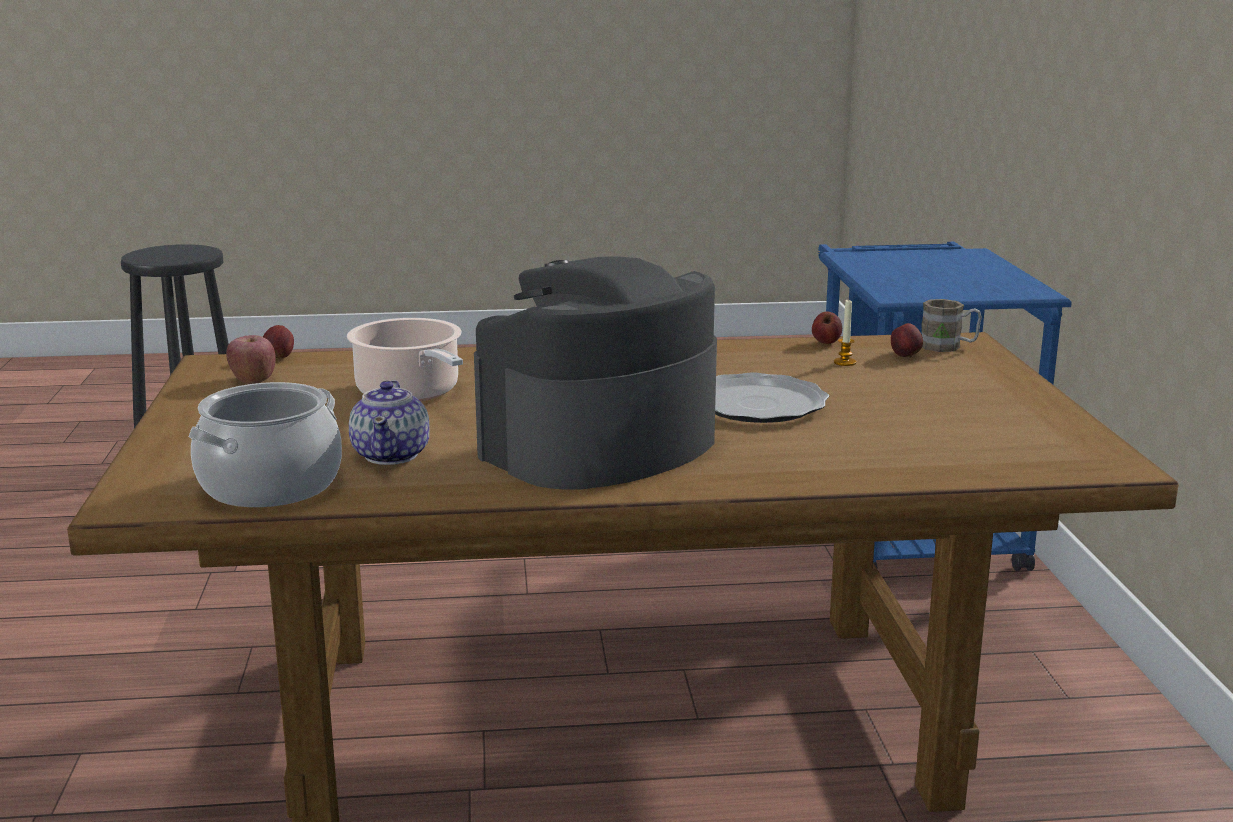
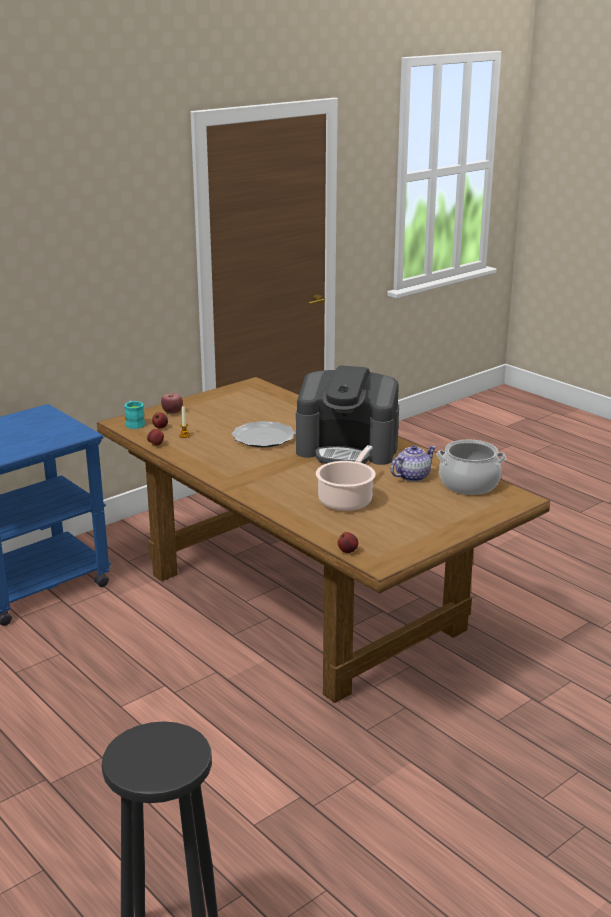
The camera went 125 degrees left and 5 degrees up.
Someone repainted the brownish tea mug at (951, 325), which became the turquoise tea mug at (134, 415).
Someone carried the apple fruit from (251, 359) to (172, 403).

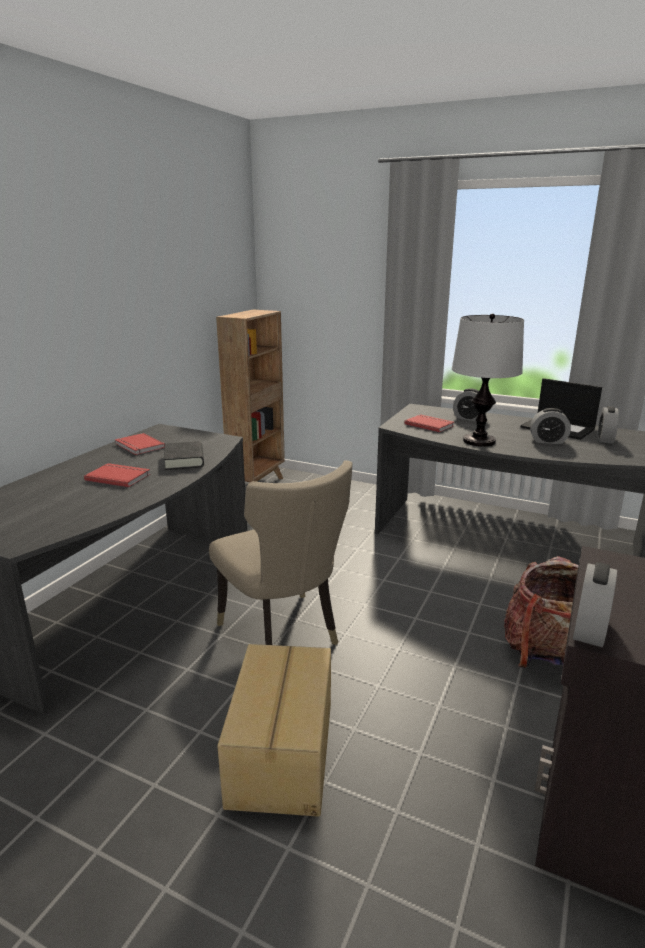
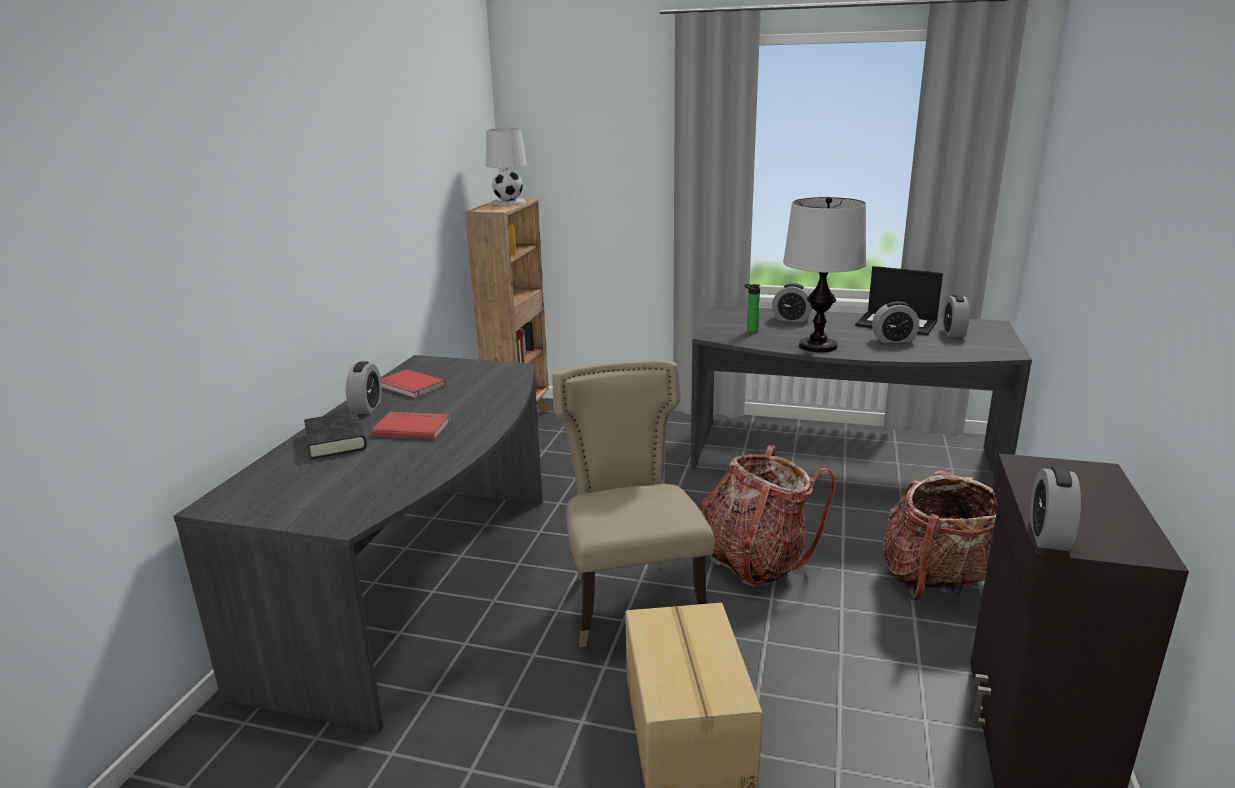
The camera went 10 degrees left and 0 degrees up.
Someone swapped the reddish book at (429, 423) for the beverage bottle at (752, 308).
Someone carried the black book from (184, 455) to (335, 435).
Someone rotated the beige-coloured plain chair at (281, 552) by 150 degrees counterclockwise.
Someone put down the white tabletop lamp at (506, 166).
Someone put down the alarm clock at (364, 387).
Someone put down the knapsack at (768, 516).

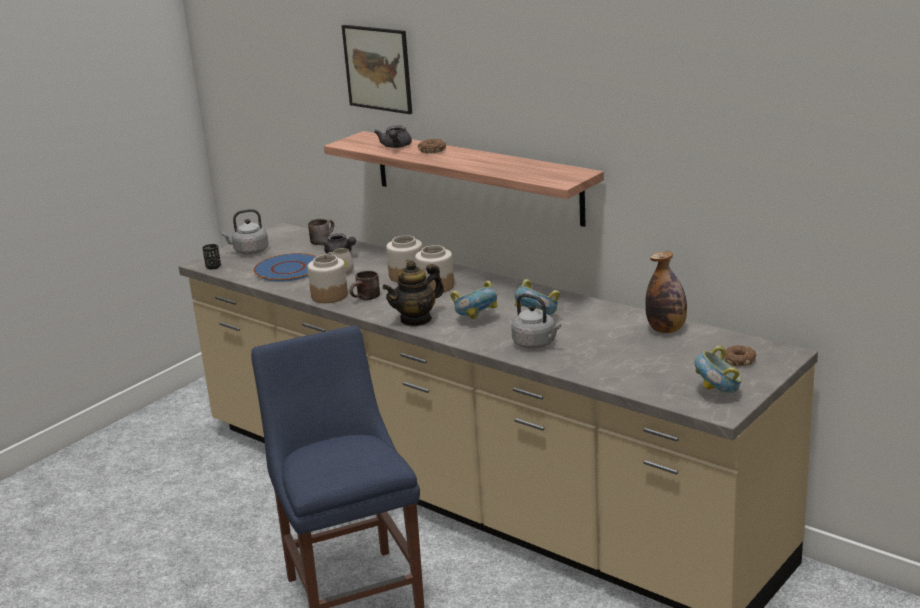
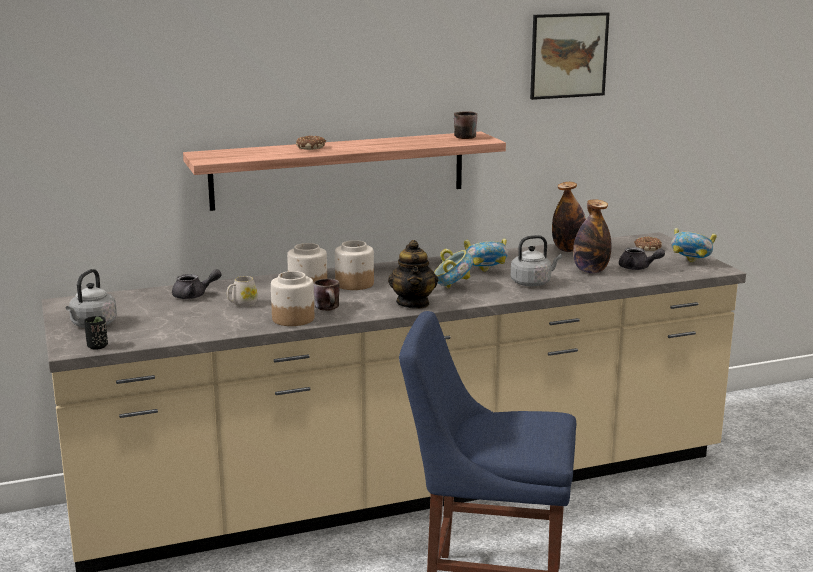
The camera went 60 degrees left and 5 degrees down.
Someone carried the wall art from (377, 69) to (569, 56).
Someone carried the grey tea pot from (393, 136) to (642, 258).
Someone carried the brownish tea mug from (321, 232) to (465, 125).
Someone took away the bluish flat dish at (285, 267).
Someone put down the beverage bottle at (592, 236).

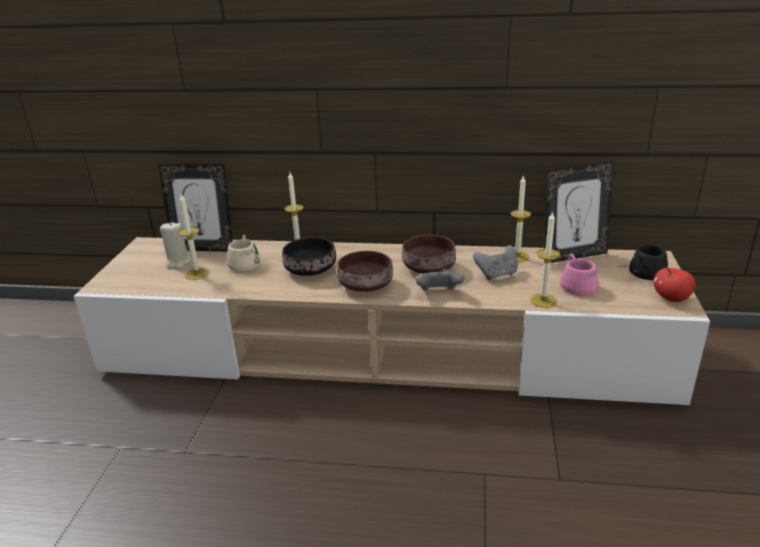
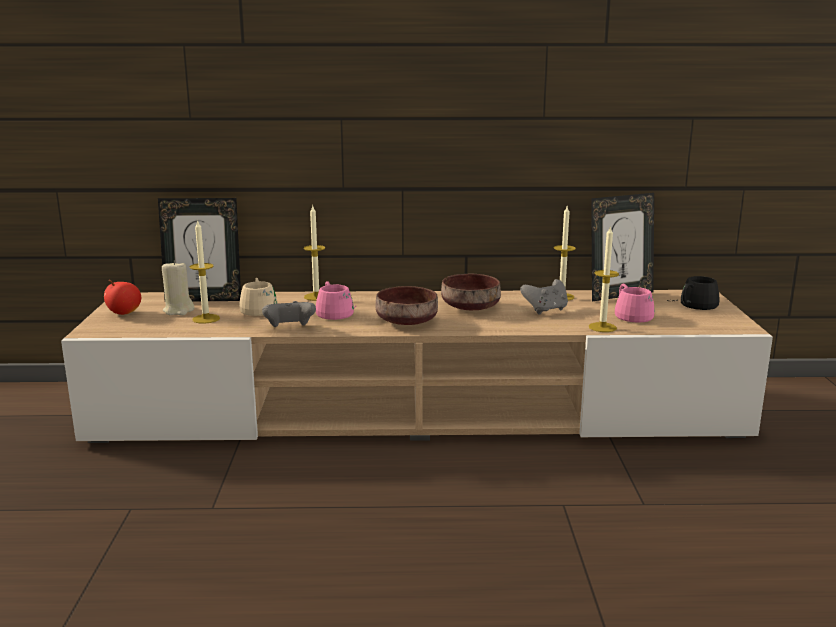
The camera went 10 degrees left and 10 degrees down.
Someone swapped the black serving bowl at (309, 256) for the pinkish tea mug at (336, 300).
Someone carried the apple fruit from (674, 285) to (122, 297).
Someone carried the grey game controller from (440, 280) to (289, 314).

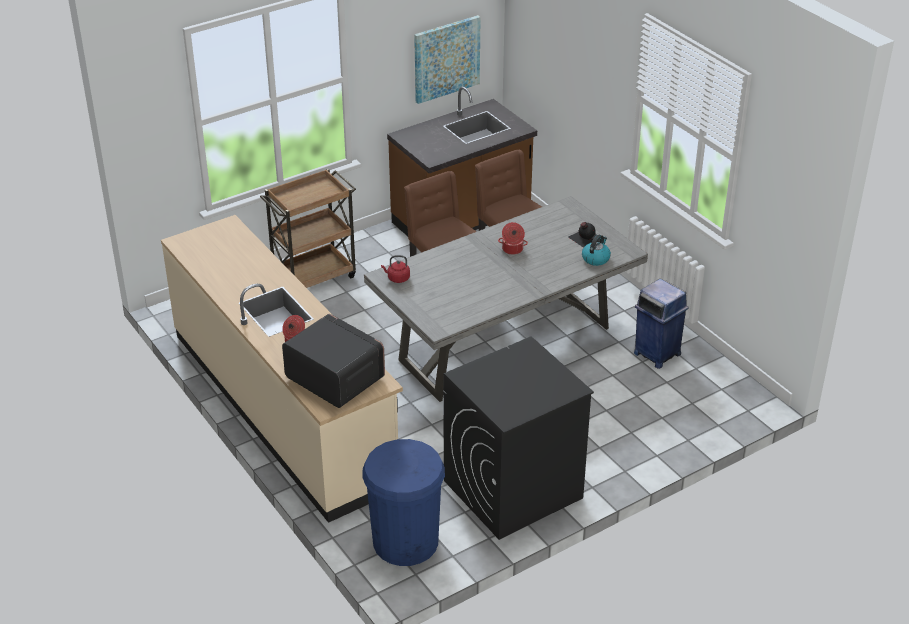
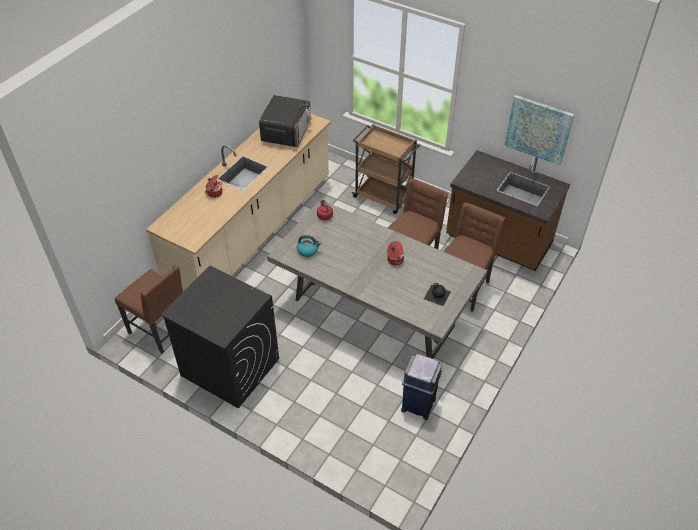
The camera went 65 degrees right and 10 degrees up.
Someone carried the kettle from (596, 250) to (309, 246).
Someone carried the microwave from (333, 361) to (285, 121).
Someone swapped the bluish waste bin at (403, 502) for the brownish plain chair at (149, 309).

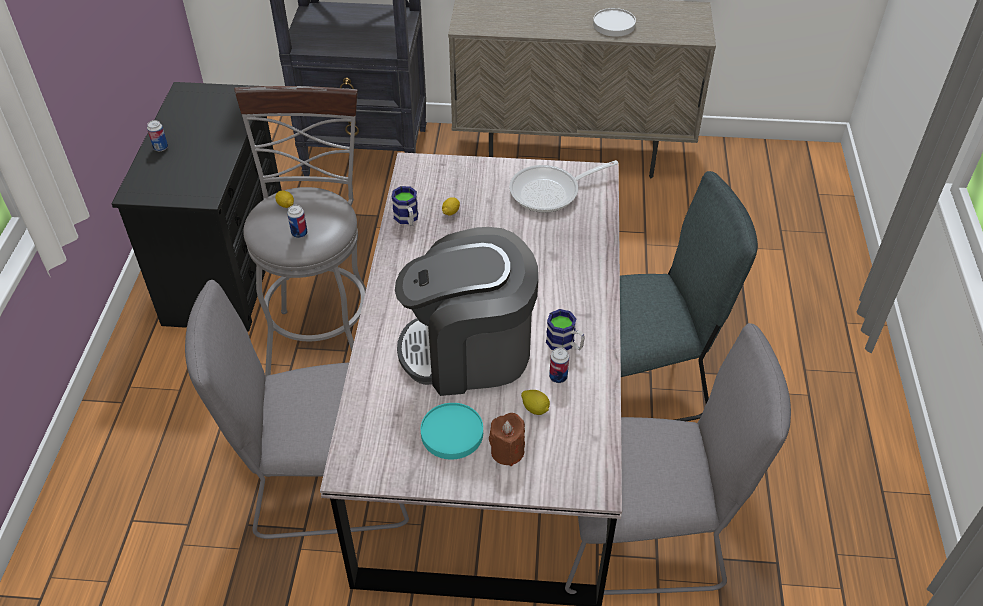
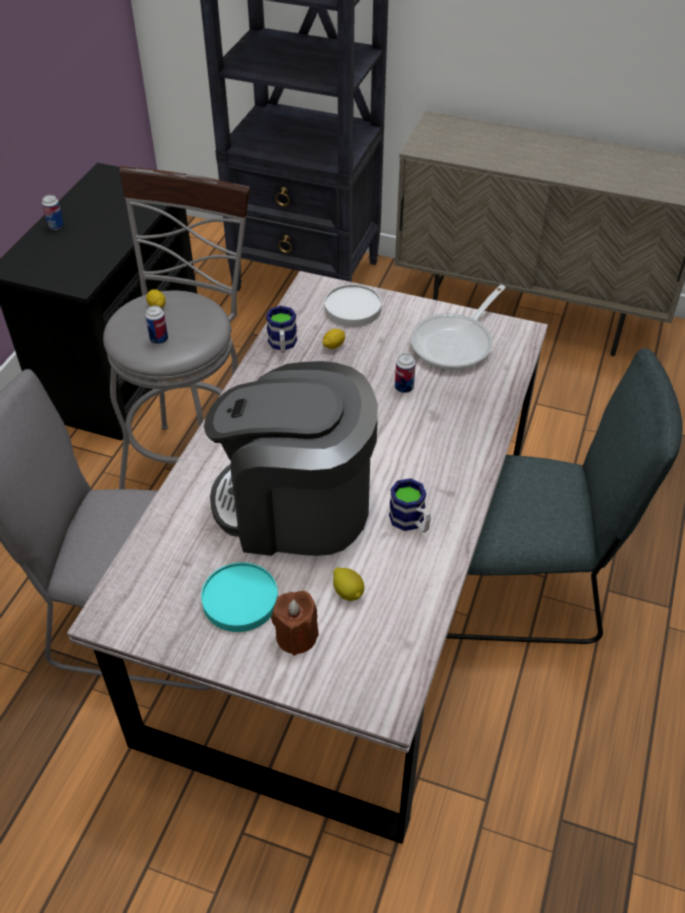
The camera went 15 degrees right and 0 degrees up.
Someone carried the white flat dish from (614, 22) to (353, 305).
Someone rotated the frying pan at (564, 186) by 45 degrees counterclockwise.
Someone took away the grey plain chair at (678, 459).
Someone carried the can from (559, 365) to (405, 373).

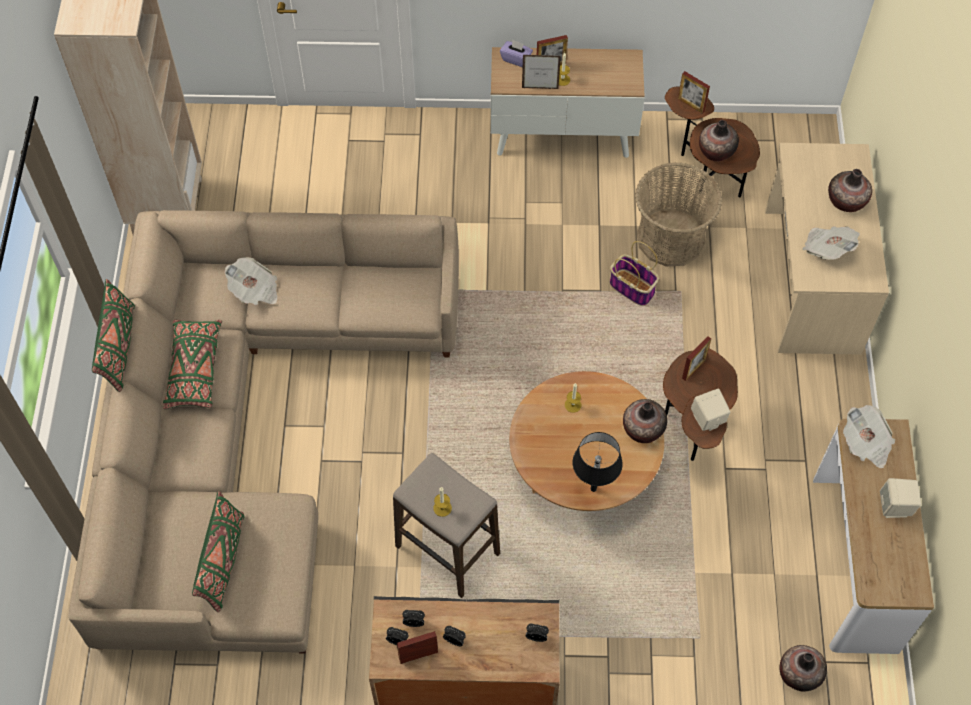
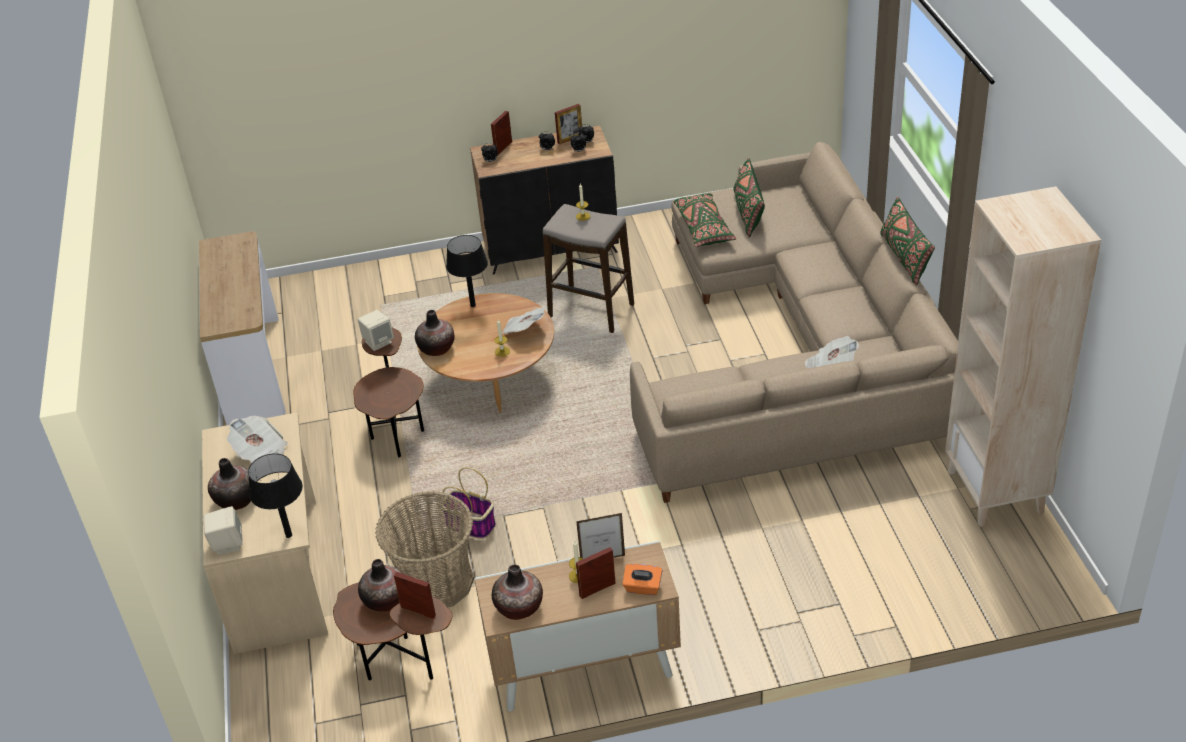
The camera went 170 degrees right and 20 degrees down.
Someone repainted the purplish tissue holder at (516, 53), which became the orangey tissue holder at (642, 579).
Someone carried the greenish throw pillow from (192, 364) to (705, 220).
Someone carried the standing frame from (696, 358) to (501, 133).
Someone carried the printed paper from (869, 436) to (524, 320).
Someone carried the beige-coloured audio speaker from (900, 498) to (223, 530).
Someone carried the decorative vase from (803, 668) to (517, 592).
Someone put down the black tabletop lamp at (275, 495).

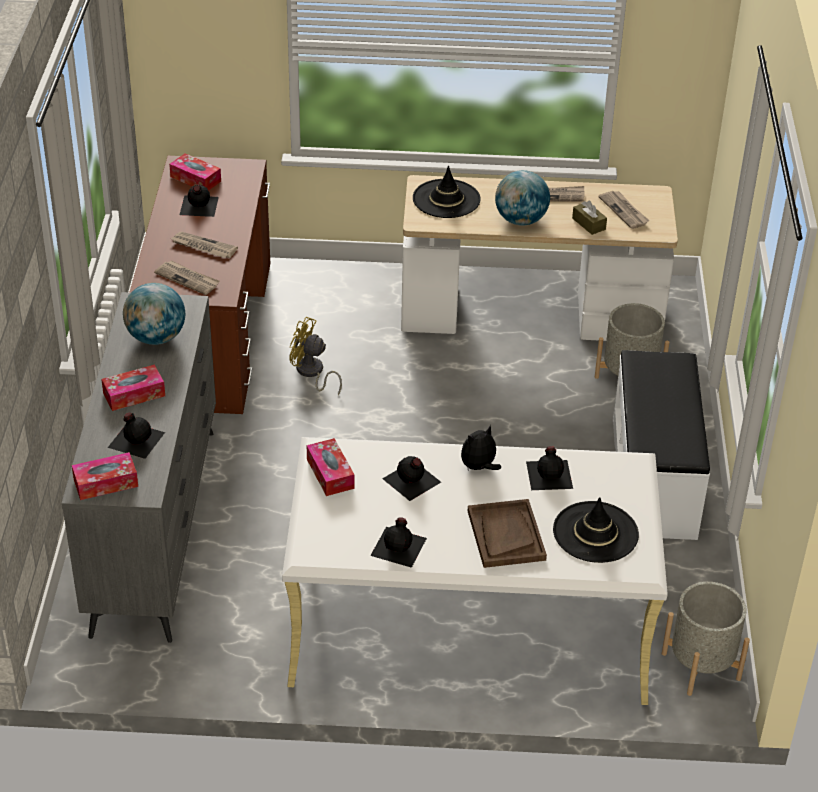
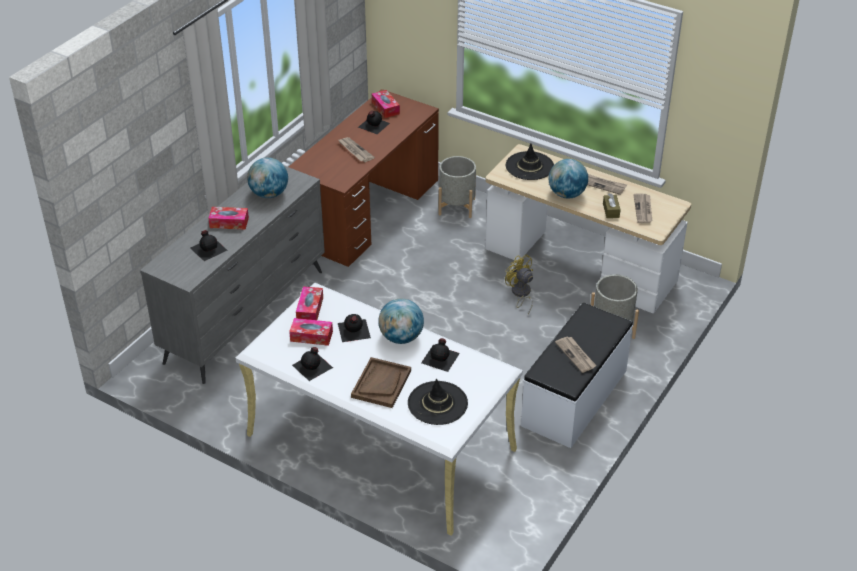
The camera went 30 degrees right and 0 degrees up.
Someone carried the printed paper from (187, 277) to (576, 354).
Someone carried the yellowish fan from (316, 356) to (519, 284).
Someone swapped the plush toy at (481, 447) for the desk globe at (401, 321).
Someone carried the tissue holder from (105, 476) to (311, 332).
Someone carried the grey planter from (706, 639) to (457, 187).

